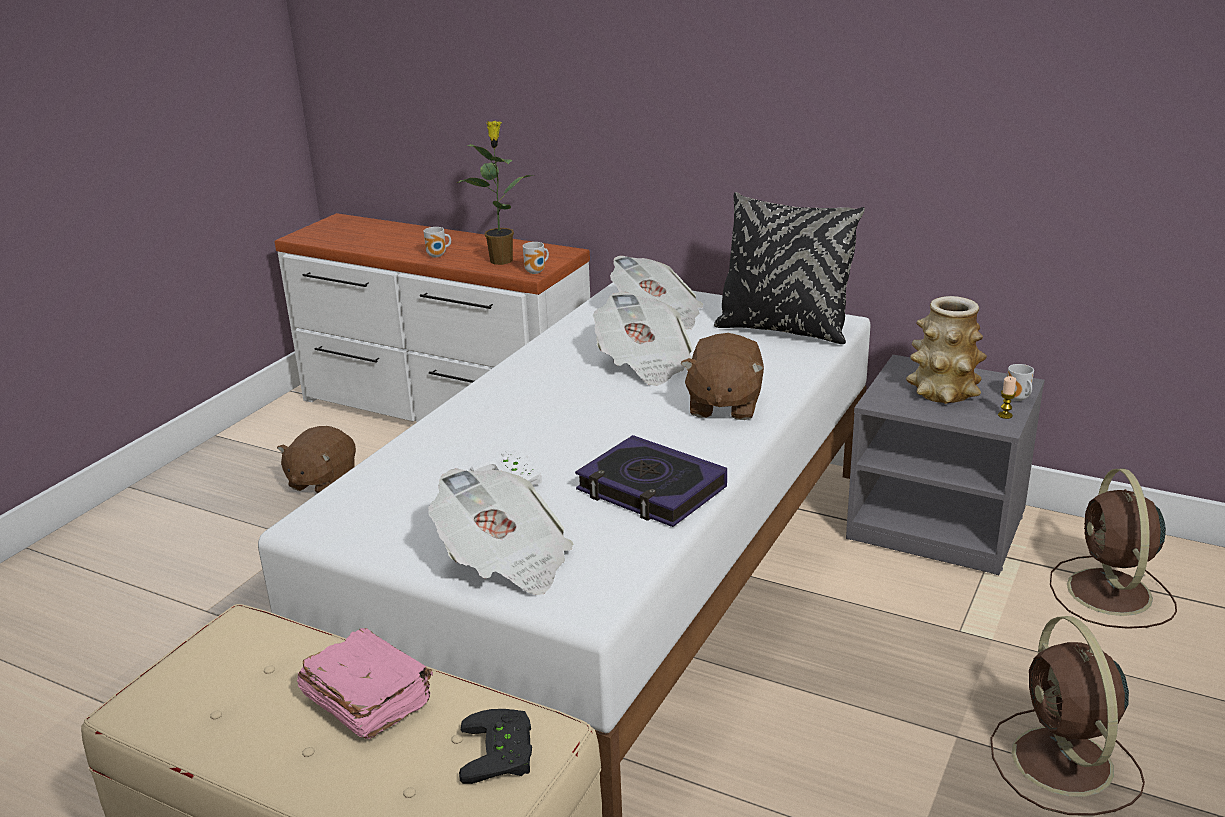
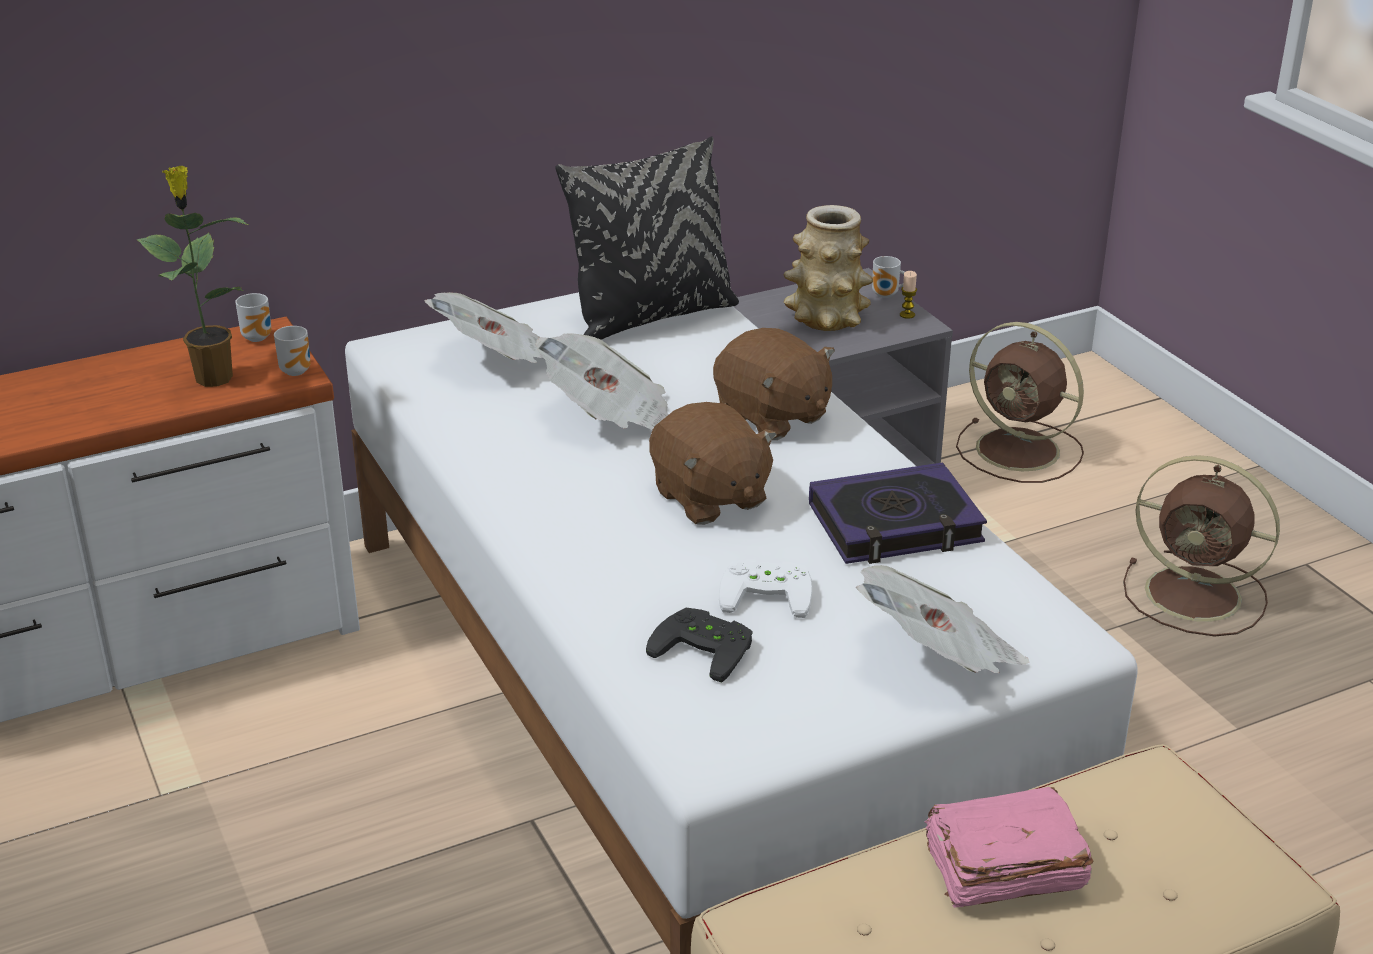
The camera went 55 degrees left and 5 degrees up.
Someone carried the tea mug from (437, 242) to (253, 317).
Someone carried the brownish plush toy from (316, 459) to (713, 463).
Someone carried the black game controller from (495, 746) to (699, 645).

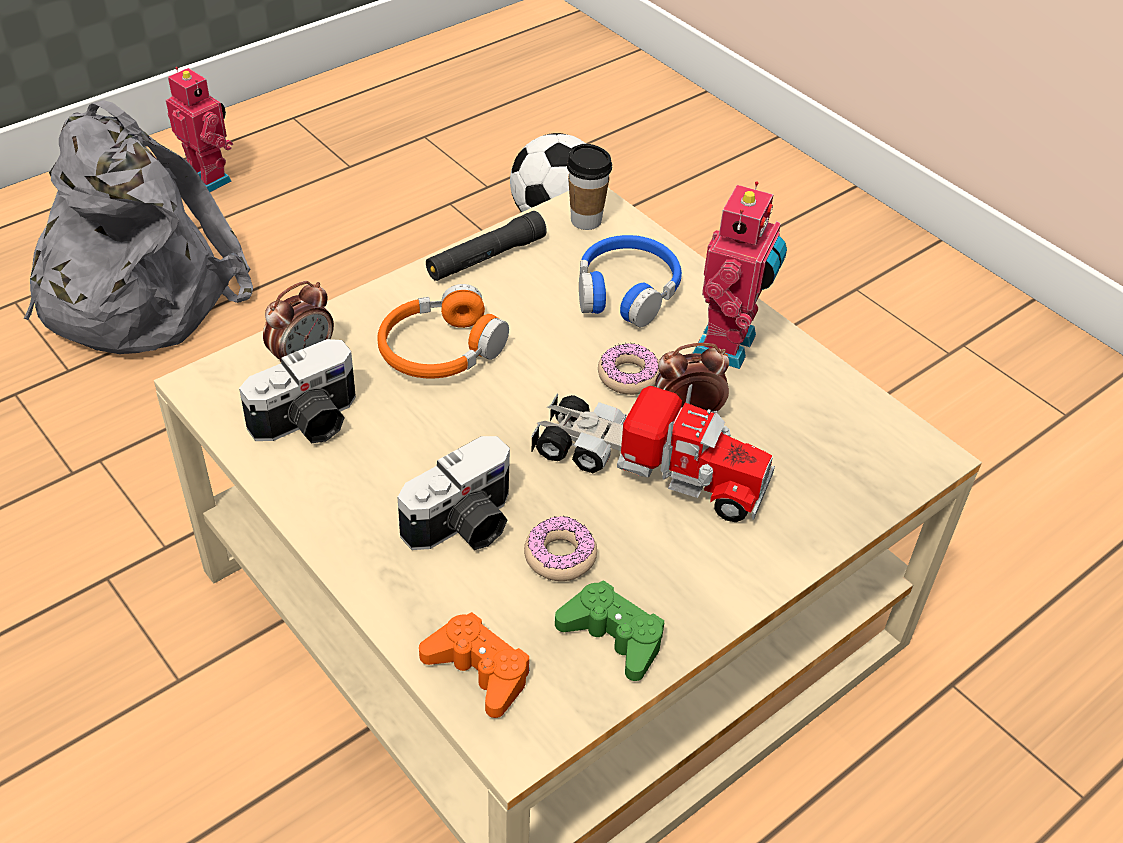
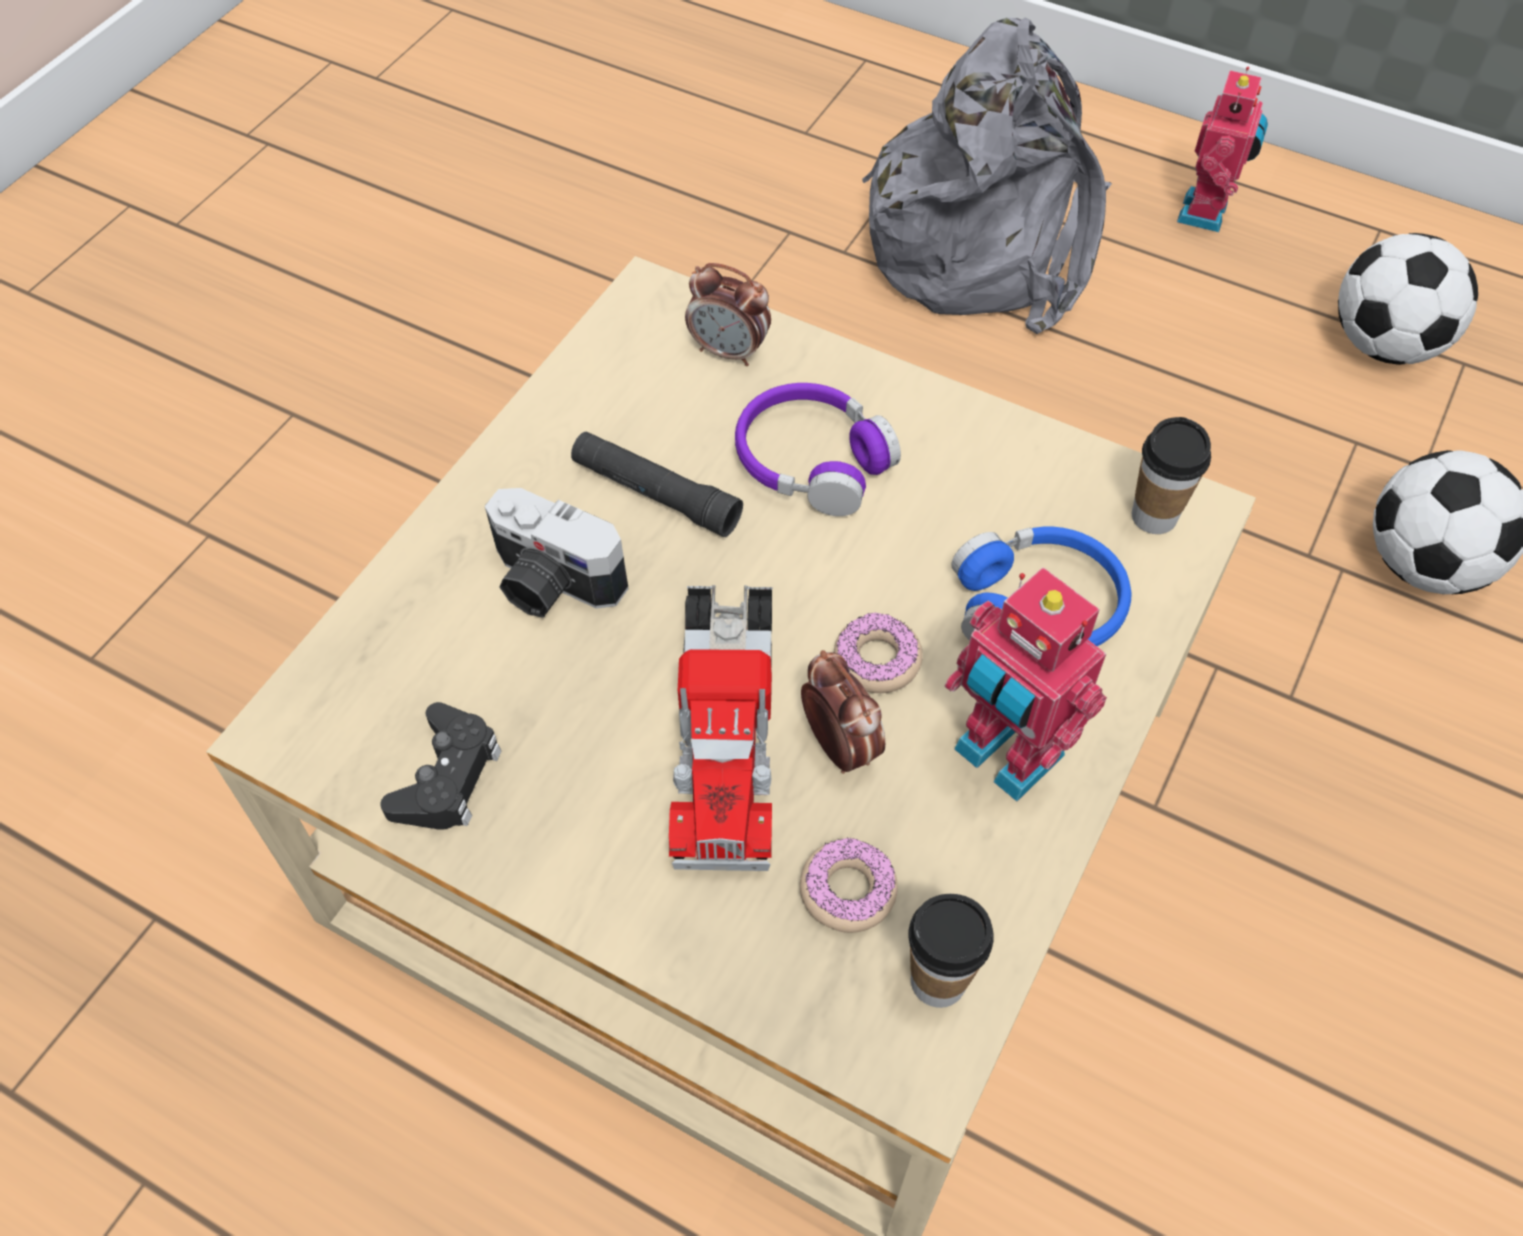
The camera went 70 degrees right and 10 degrees up.
Someone rotated the model robot at (740, 275) by 45 degrees clockwise.
Someone carried the black torch from (486, 246) to (657, 484).
Someone repainted the orangey headphones at (443, 331), which became the purplish headphones at (818, 449).
Someone took away the still camera at (297, 391).
Someone carried the donut from (560, 548) to (849, 885).
Someone repainted the greenish game controller at (609, 630), which became the black game controller at (441, 766).
Someone took away the orangey game controller at (474, 665).
Someone put down the ball for football at (1408, 299).
Someone put down the small cup at (951, 951).

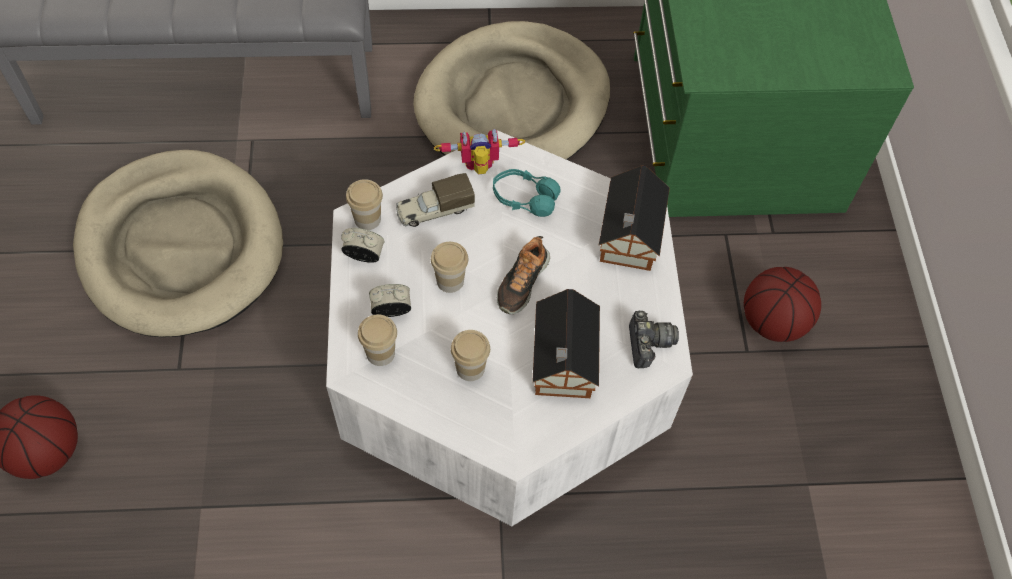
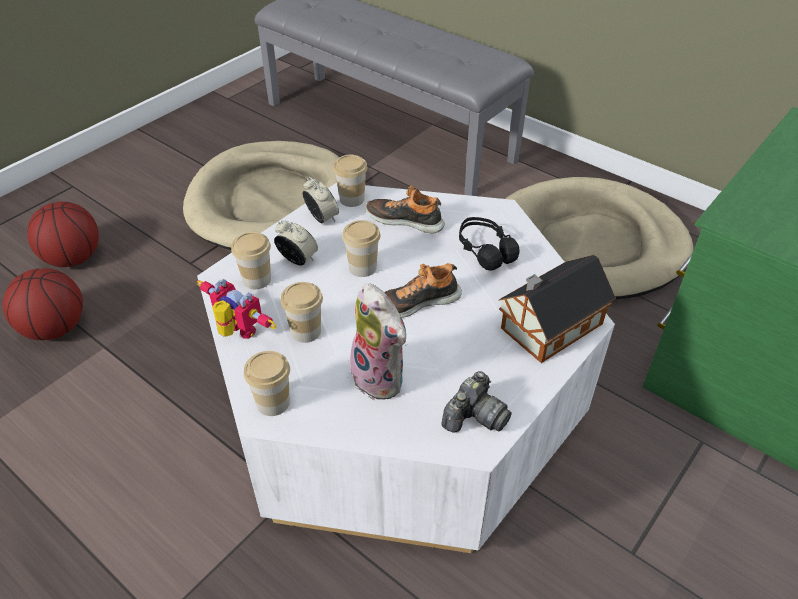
The camera went 45 degrees right and 15 degrees down.
Someone carried the model robot from (479, 151) to (237, 309).
Someone repainted the turquoise headphones at (526, 193), which became the black headphones at (489, 243).
Someone swapped the toy truck at (435, 200) for the low shoe at (405, 209).
Someone carried the ball for basketball from (782, 304) to (43, 304).
Someone swapped the model house at (566, 343) for the plush toy at (377, 341).
Someone put down the small cup at (267, 383).

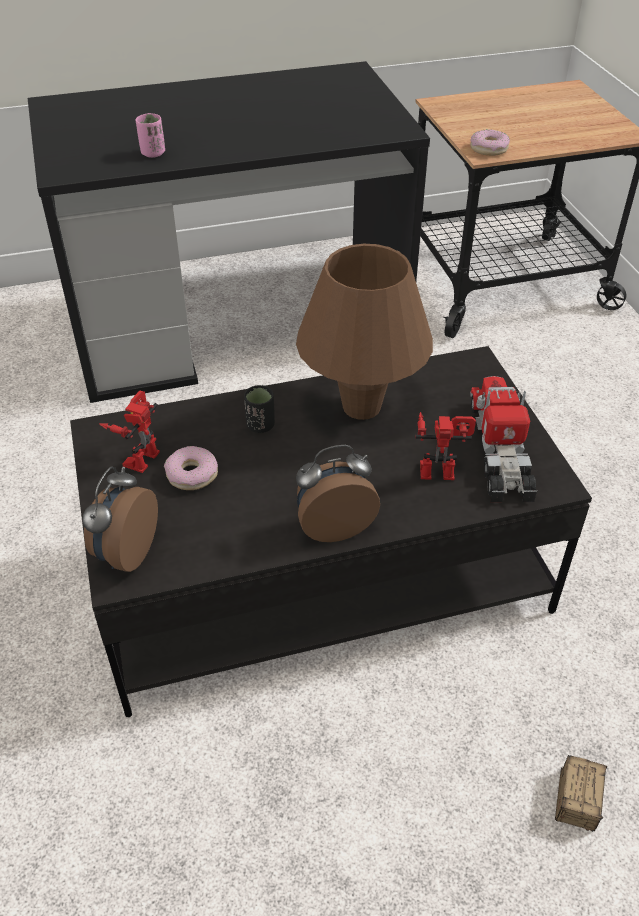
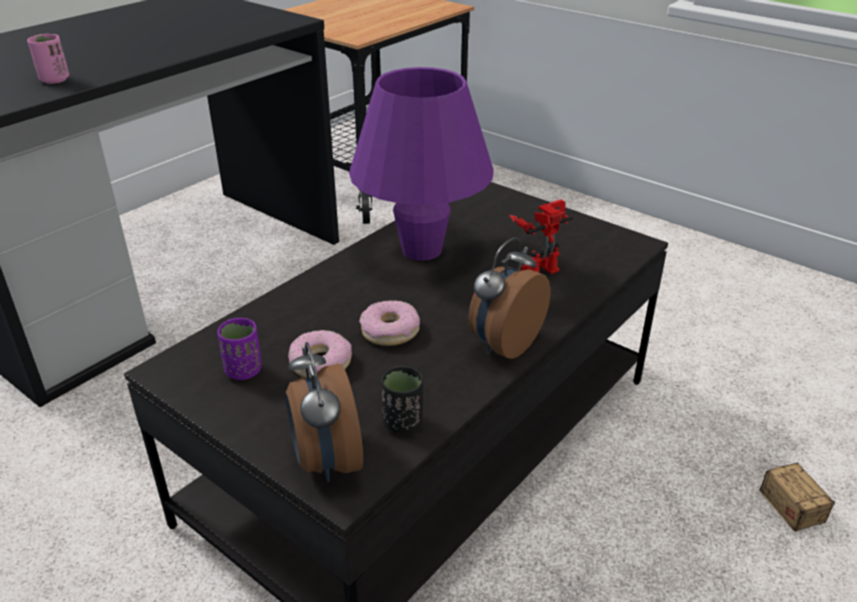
The camera went 35 degrees left and 10 degrees down.
Someone carried the donut from (490, 142) to (389, 323).
Someone repainted the brownish tabletop lamp at (364, 332), which became the purplish tabletop lamp at (421, 164).
Someone took away the toy truck at (503, 439).
Someone carried the black small cup from (259, 409) to (402, 400).
Someone swapped the model robot at (129, 432) for the purplish small cup at (239, 349).

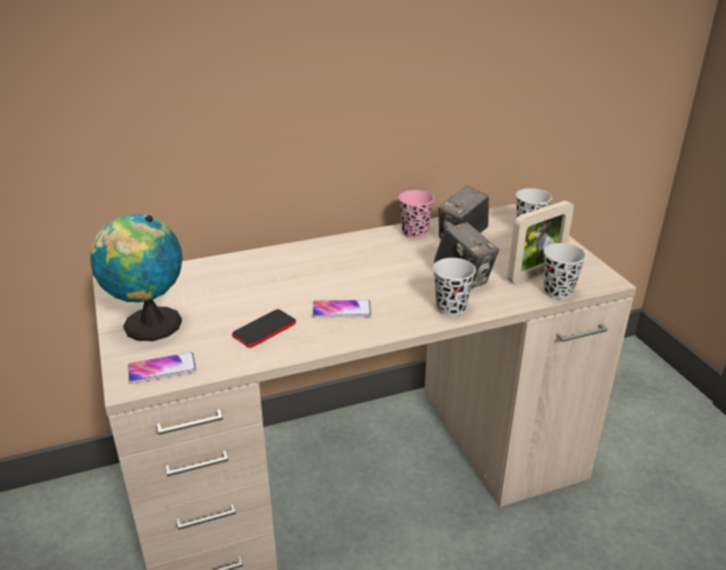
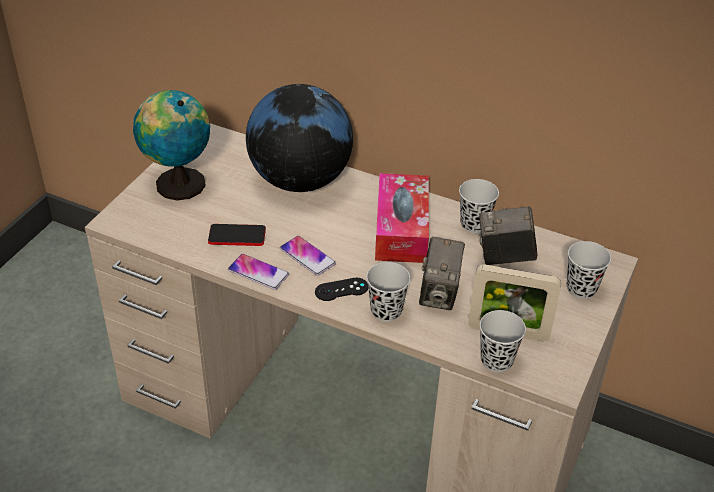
The camera went 45 degrees right and 10 degrees up.
Someone repainted the pinkish small cup at (416, 214), which became the black small cup at (479, 206).
Someone carried the telephone from (162, 368) to (258, 272).
Someone put down the desk globe at (299, 138).
Someone put down the tissue holder at (402, 218).
Someone put down the black game controller at (341, 289).

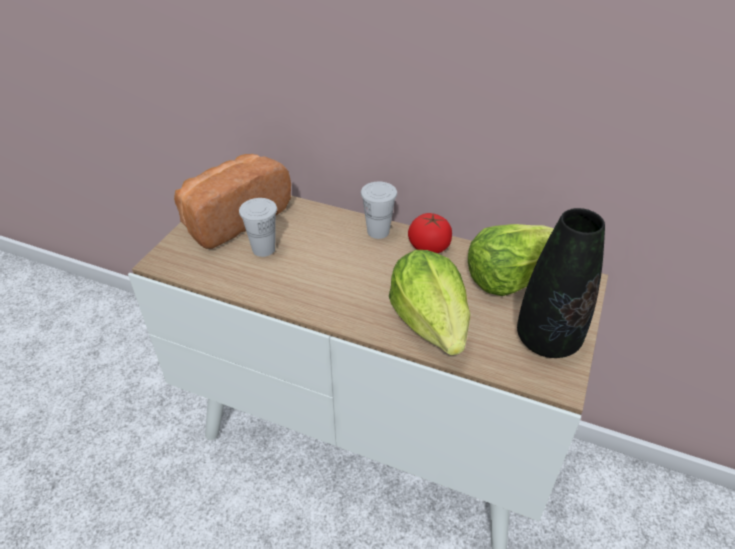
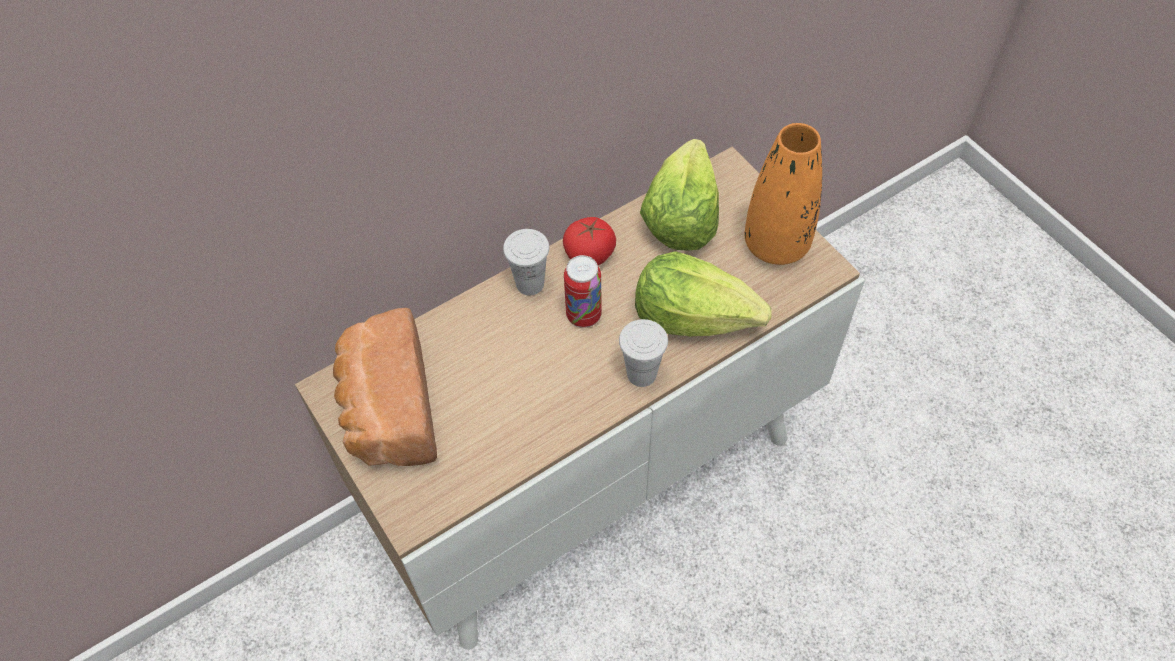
The camera went 55 degrees left and 15 degrees up.
Someone carried the white small cup from (258, 227) to (643, 353).
Someone repainted the black decorative vase at (561, 283), which became the orangey decorative vase at (783, 194).
Someone put down the can at (583, 291).

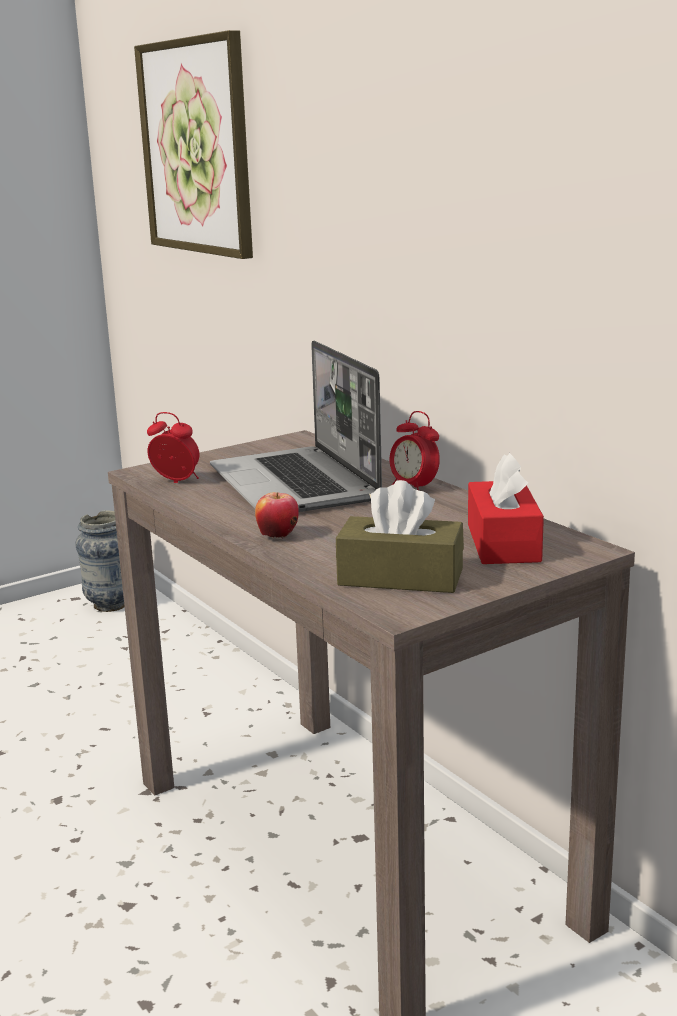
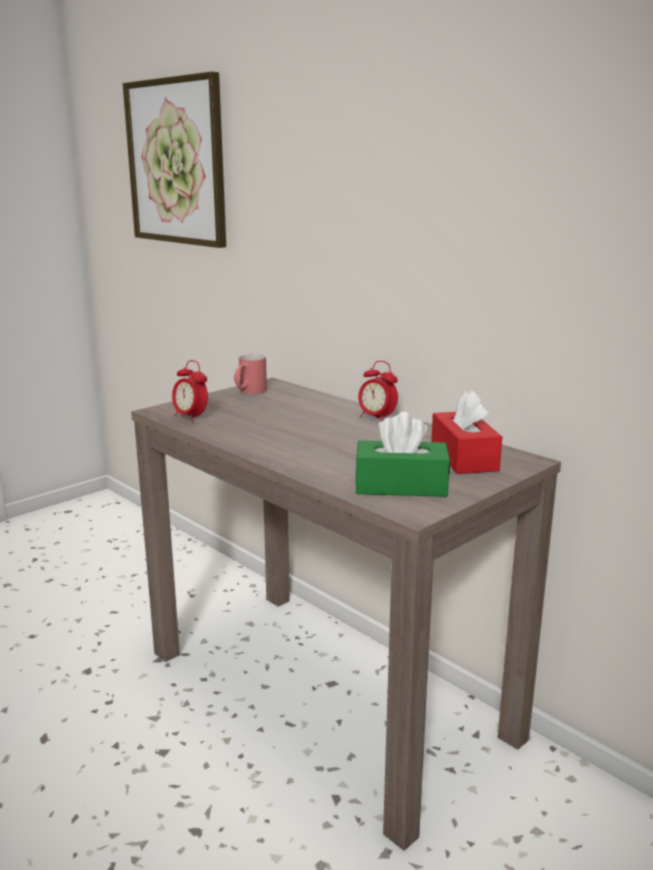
The camera went 10 degrees left and 0 degrees up.
Someone took away the notebook computer at (296, 426).
Someone rotated the alarm clock at (173, 447) by 150 degrees counterclockwise.
Someone repainted the brownish tissue holder at (400, 536), which became the greenish tissue holder at (402, 454).
Someone took away the apple fruit at (277, 515).
Someone took away the decorative vase at (100, 561).
Someone put down the reddish tea mug at (250, 374).

